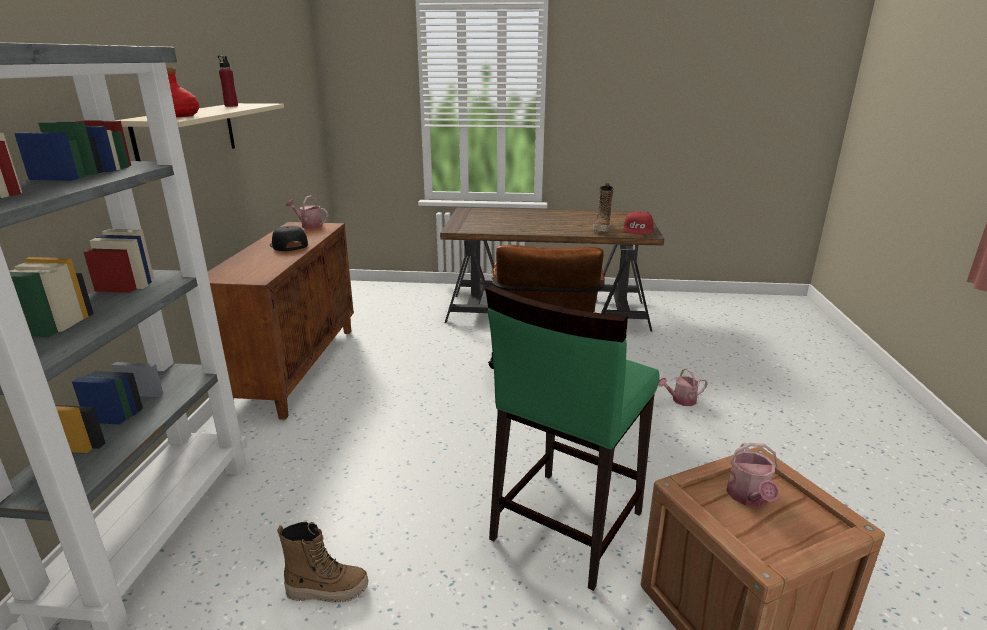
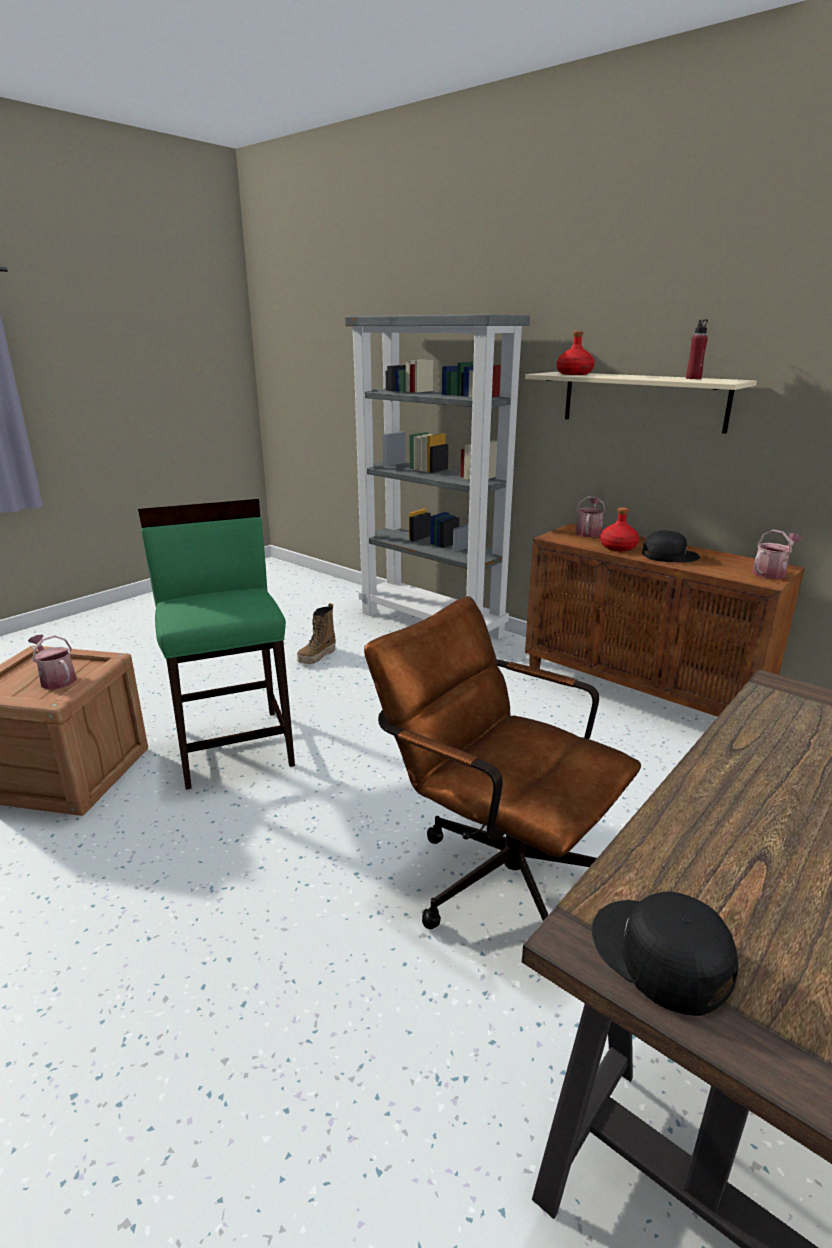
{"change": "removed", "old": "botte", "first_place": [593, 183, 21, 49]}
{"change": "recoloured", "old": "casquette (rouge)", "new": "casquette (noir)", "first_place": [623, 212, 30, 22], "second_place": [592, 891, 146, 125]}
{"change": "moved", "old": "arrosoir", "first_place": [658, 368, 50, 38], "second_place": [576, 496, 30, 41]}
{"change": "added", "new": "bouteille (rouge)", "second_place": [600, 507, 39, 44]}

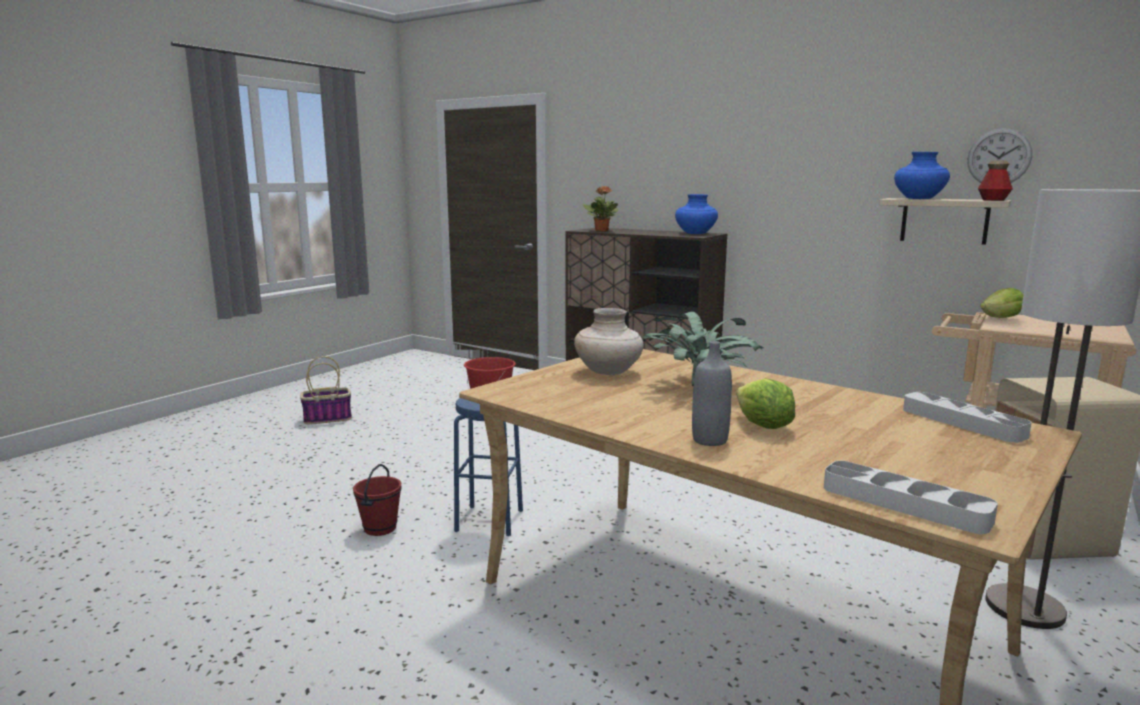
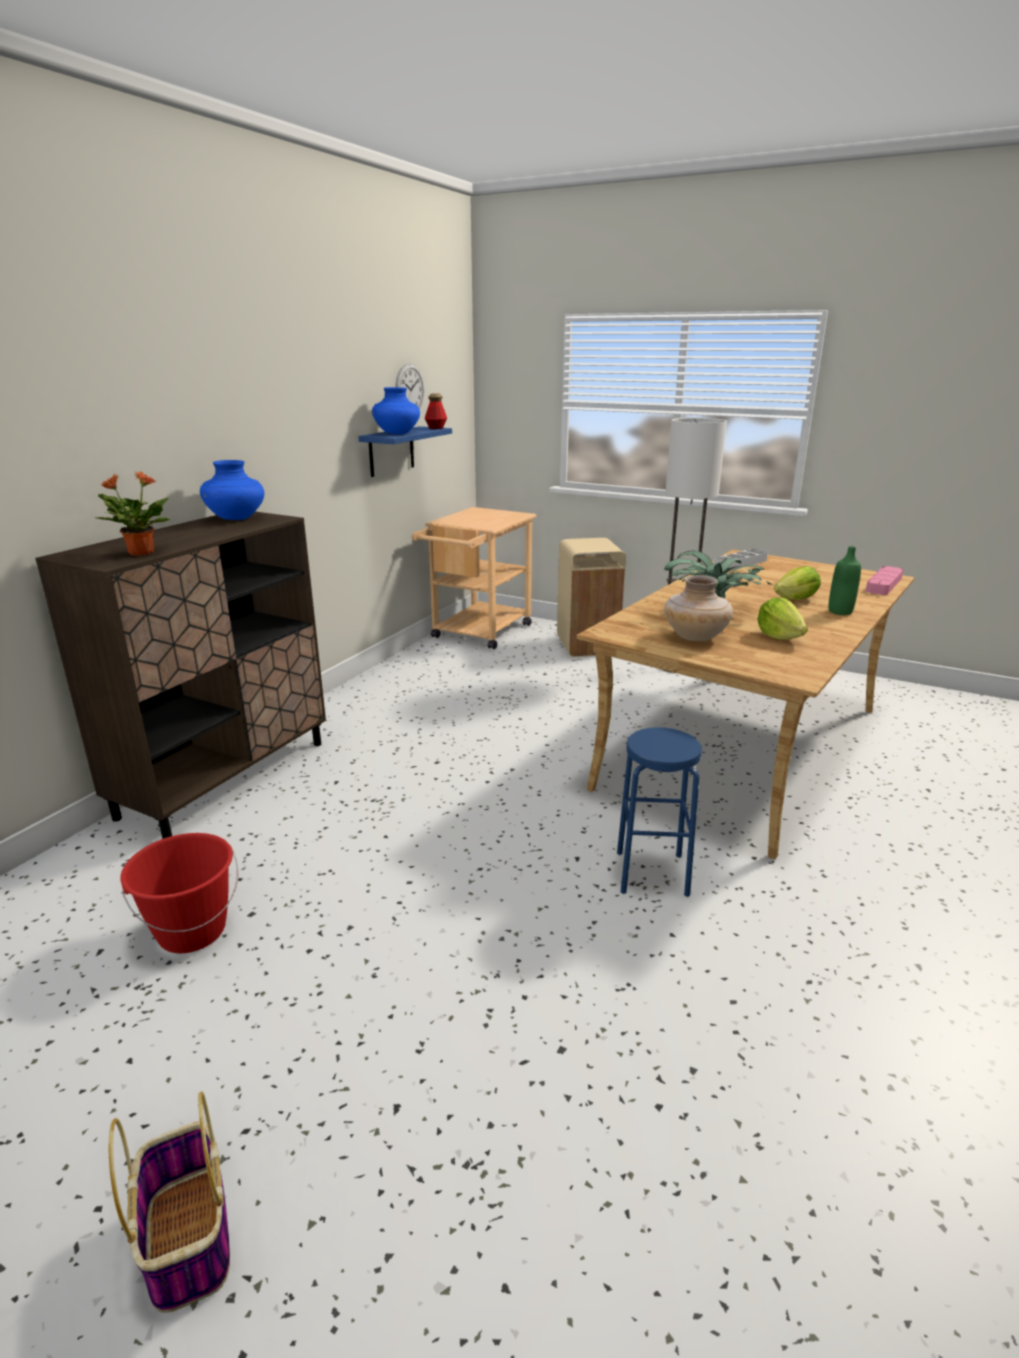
{"change": "recoloured", "old": "étagère (beige)", "new": "étagère (bleu)", "first_place": [879, 198, 132, 47], "second_place": [358, 426, 94, 51]}
{"change": "moved", "old": "laitue", "first_place": [980, 288, 43, 30], "second_place": [757, 597, 51, 43]}
{"change": "recoloured", "old": "bouteille (gris)", "new": "bouteille (vert)", "first_place": [692, 341, 40, 105], "second_place": [828, 546, 33, 69]}
{"change": "recoloured", "old": "plateau (gris)", "new": "plateau (rose)", "first_place": [824, 461, 174, 73], "second_place": [866, 566, 38, 29]}
{"change": "removed", "old": "seau (rouge)", "first_place": [353, 464, 49, 72]}

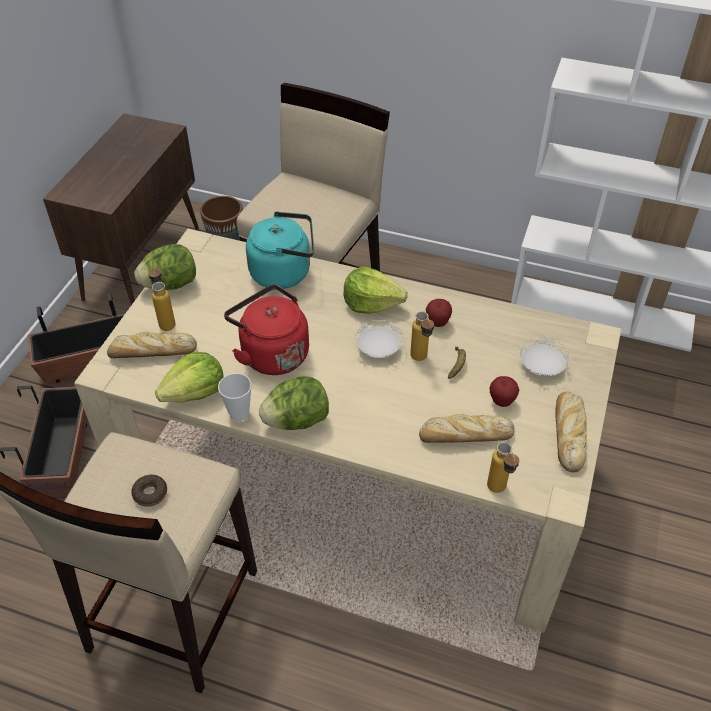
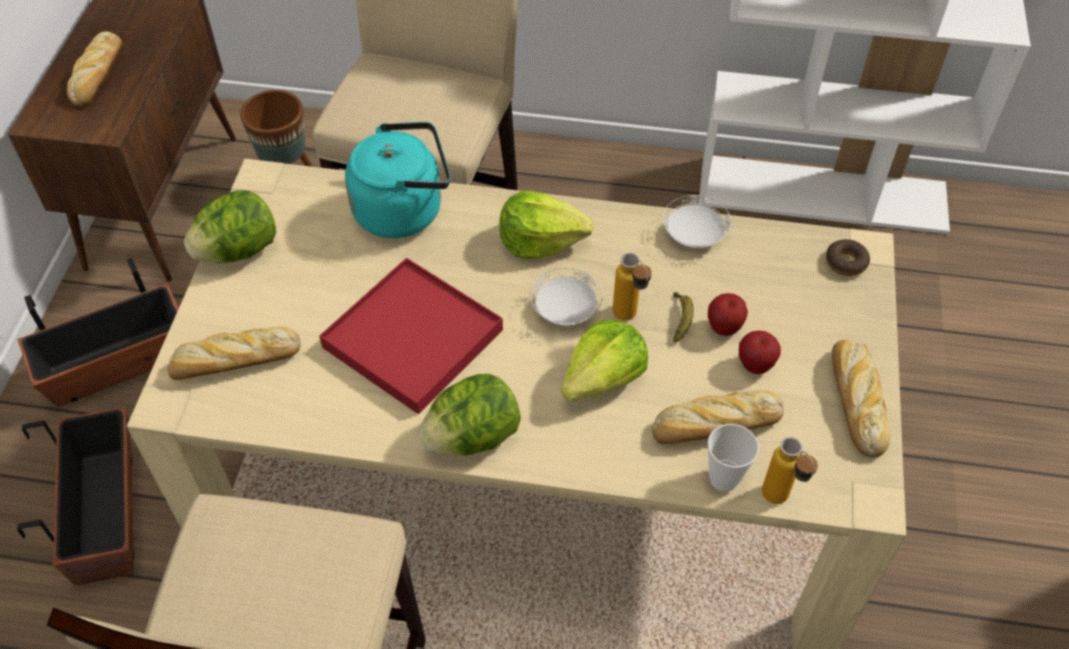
{"change": "removed", "old": "bouteille", "first_place": [148, 265, 28, 66]}
{"change": "replaced", "old": "bouilloire (rouge)", "new": "plateau (rouge)", "first_place": [224, 285, 85, 90], "second_place": [319, 258, 184, 156]}
{"change": "moved", "old": "pomme", "first_place": [426, 299, 26, 28], "second_place": [708, 293, 40, 43]}
{"change": "moved", "old": "assiette (blanc)", "first_place": [519, 337, 52, 39], "second_place": [663, 195, 68, 53]}
{"change": "moved", "old": "laitue", "first_place": [155, 352, 68, 50], "second_place": [560, 320, 88, 81]}
{"change": "moved", "old": "tasse", "first_place": [218, 373, 34, 48], "second_place": [708, 424, 51, 68]}
{"change": "moved", "old": "beignet", "first_place": [131, 475, 36, 32], "second_place": [826, 239, 44, 37]}
{"change": "added", "new": "pain", "second_place": [67, 32, 55, 74]}

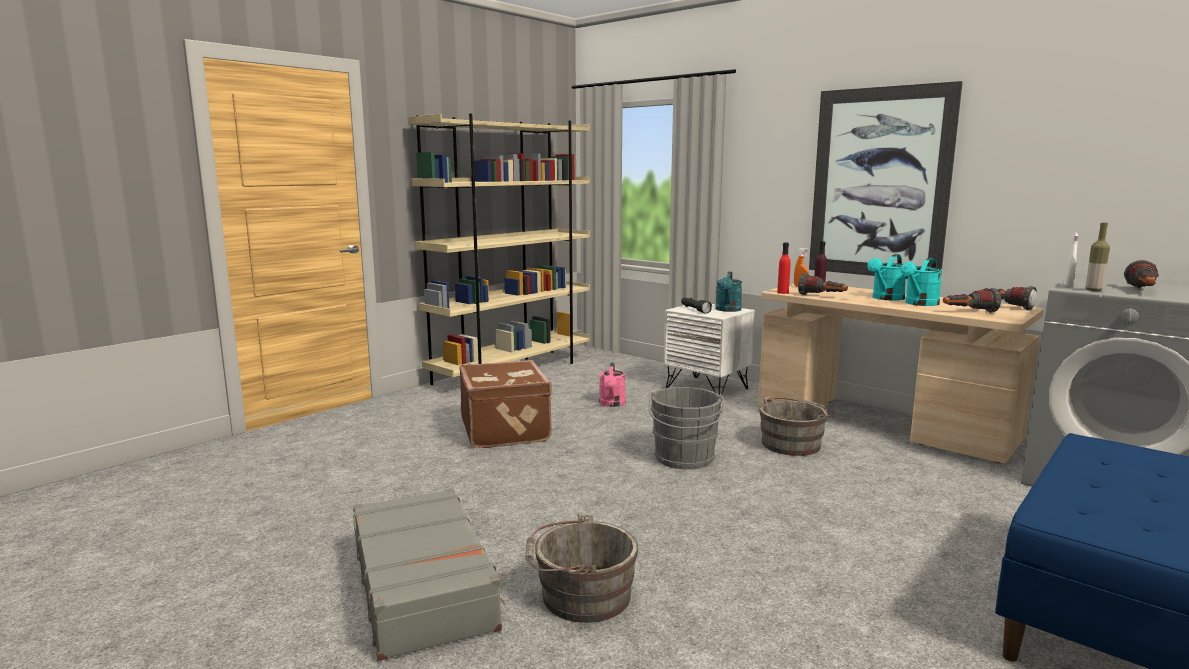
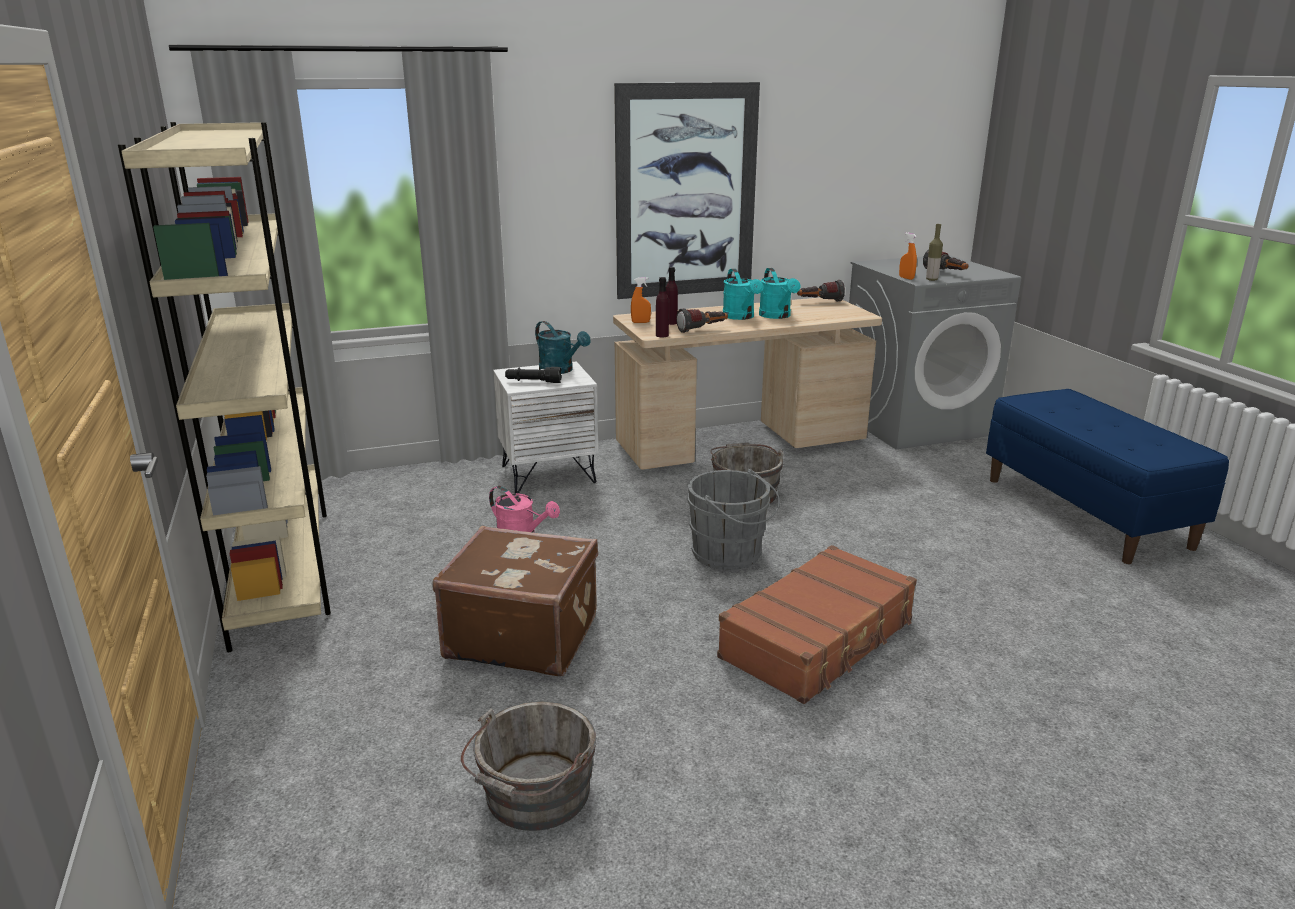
{"change": "recoloured", "old": "vaporisateur (blanc)", "new": "vaporisateur (orange)", "first_place": [1064, 232, 14, 55], "second_place": [899, 233, 18, 47]}
{"change": "recoloured", "old": "bouteille (rouge)", "new": "bouteille (violet)", "first_place": [777, 243, 13, 51], "second_place": [656, 277, 13, 60]}
{"change": "removed", "old": "lampe de poche", "first_place": [943, 288, 58, 24]}
{"change": "removed", "old": "valise (gris)", "first_place": [353, 488, 152, 173]}
{"change": "moved", "old": "seau (gris)", "first_place": [525, 513, 113, 110], "second_place": [461, 701, 135, 130]}
{"change": "added", "new": "valise (marron)", "second_place": [717, 545, 200, 159]}

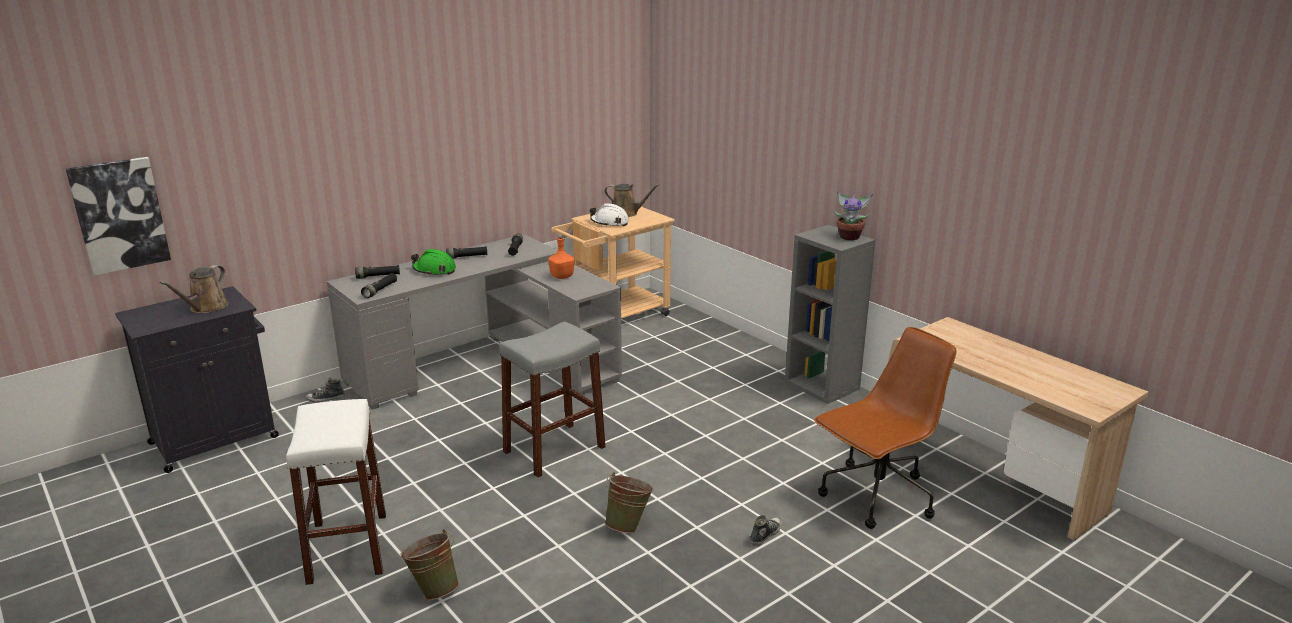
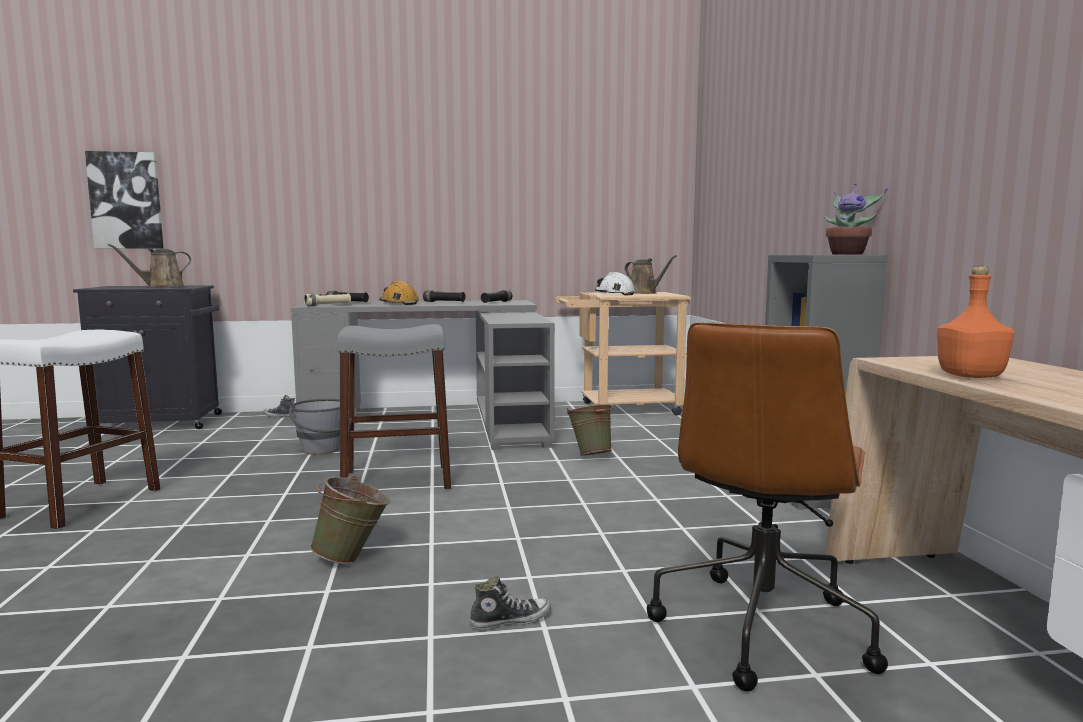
{"change": "moved", "old": "bouteille (orange)", "first_place": [548, 234, 27, 45], "second_place": [937, 266, 77, 112]}
{"change": "recoloured", "old": "casque de chantier (vert)", "new": "casque de chantier (orange)", "first_place": [411, 249, 45, 27], "second_place": [379, 281, 40, 24]}
{"change": "recoloured", "old": "lampe de poche (noir)", "new": "lampe de poche (beige)", "first_place": [361, 273, 36, 25], "second_place": [304, 293, 47, 13]}
{"change": "turned", "old": "chaise de bureau (marron)", "first_place": [814, 327, 143, 202], "second_place": [647, 322, 241, 370], "degrees": 120}
{"change": "moved", "old": "seau (vert)", "first_place": [400, 529, 59, 71], "second_place": [567, 404, 47, 52]}
{"change": "added", "new": "seau (gris)", "second_place": [289, 399, 68, 56]}

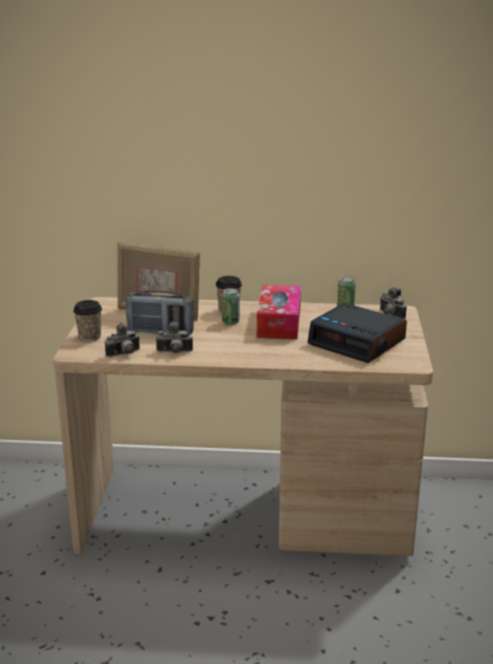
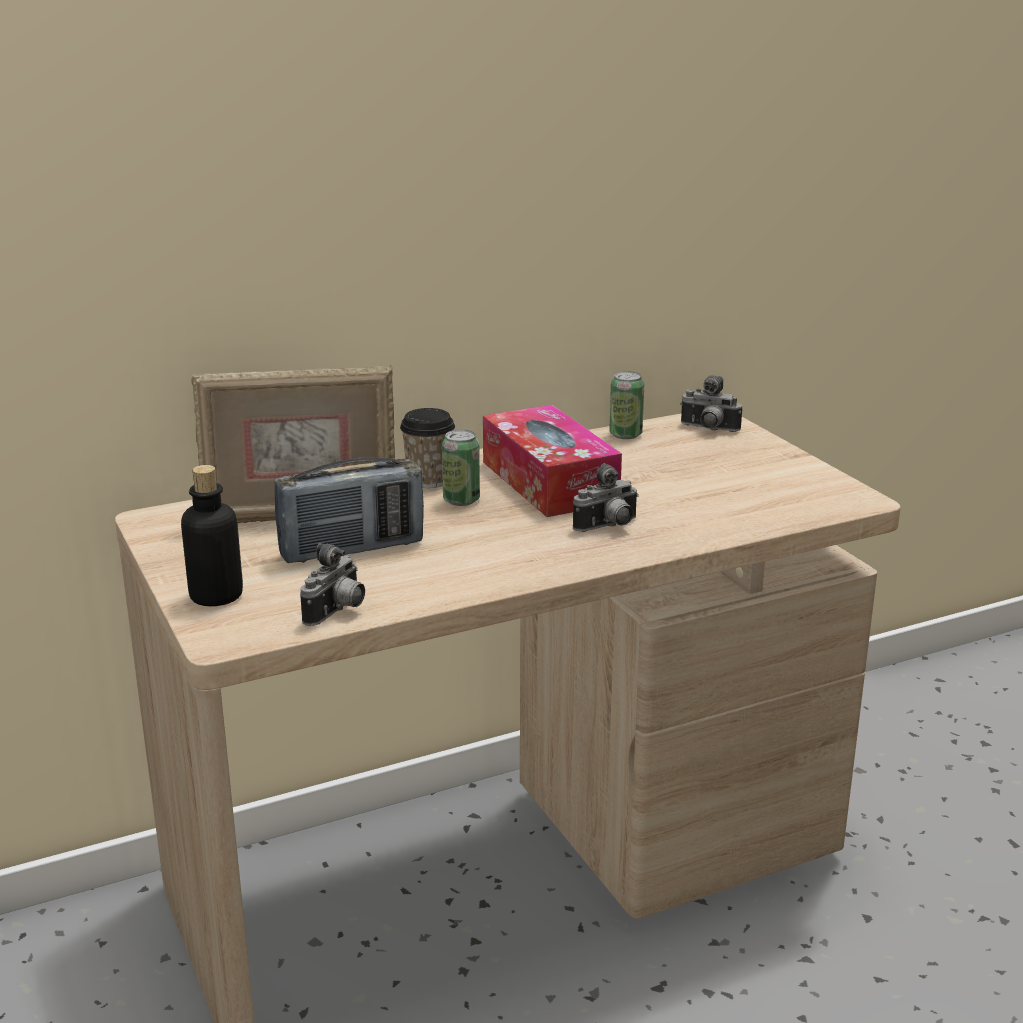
{"change": "replaced", "old": "tasse", "new": "bouteille", "first_place": [73, 300, 29, 42], "second_place": [181, 465, 62, 141]}
{"change": "removed", "old": "réveil", "first_place": [307, 303, 100, 60]}
{"change": "moved", "old": "appareil photo", "first_place": [156, 321, 37, 32], "second_place": [573, 463, 66, 69]}

